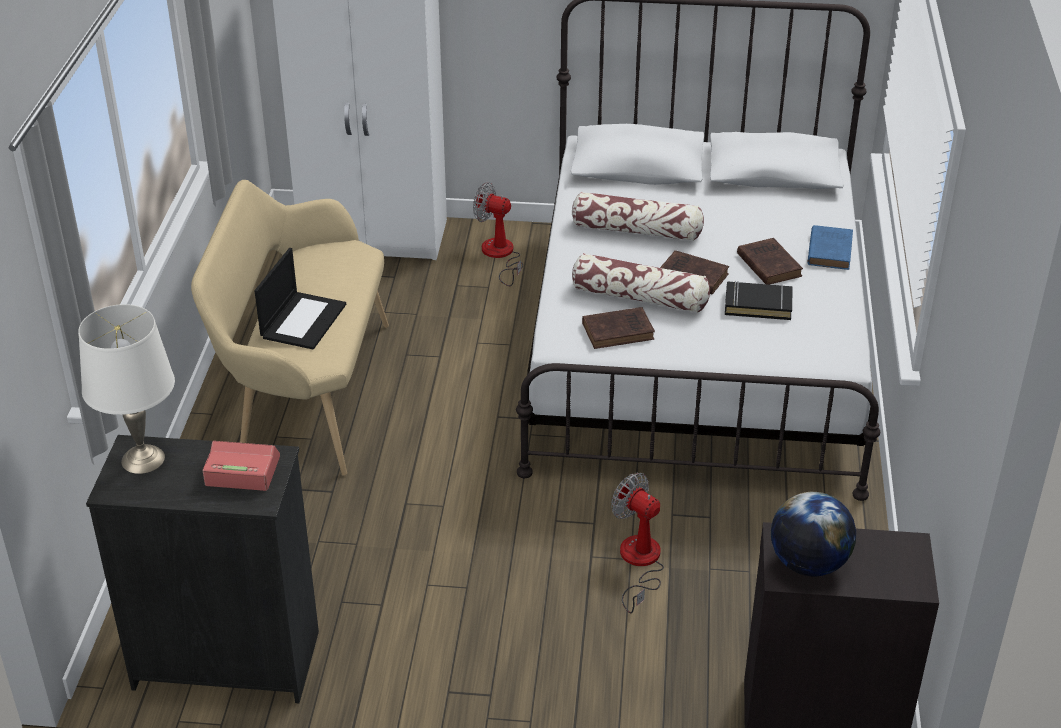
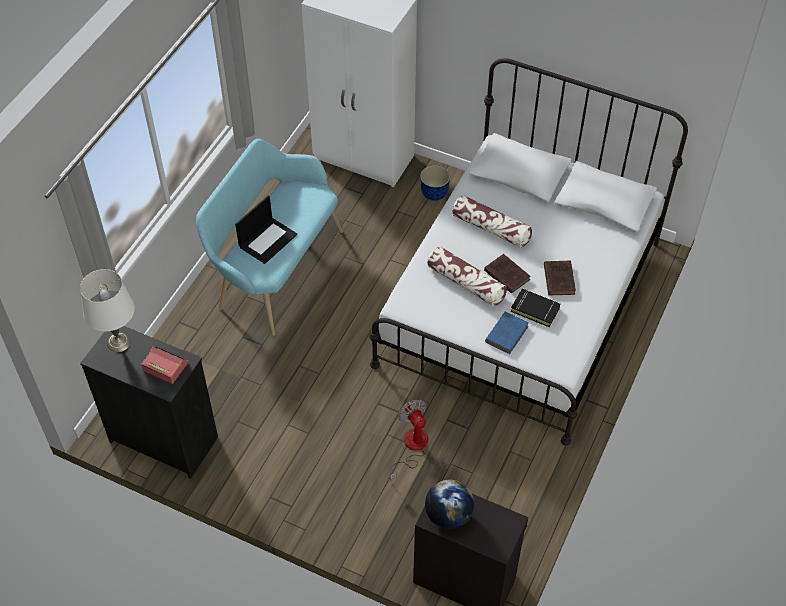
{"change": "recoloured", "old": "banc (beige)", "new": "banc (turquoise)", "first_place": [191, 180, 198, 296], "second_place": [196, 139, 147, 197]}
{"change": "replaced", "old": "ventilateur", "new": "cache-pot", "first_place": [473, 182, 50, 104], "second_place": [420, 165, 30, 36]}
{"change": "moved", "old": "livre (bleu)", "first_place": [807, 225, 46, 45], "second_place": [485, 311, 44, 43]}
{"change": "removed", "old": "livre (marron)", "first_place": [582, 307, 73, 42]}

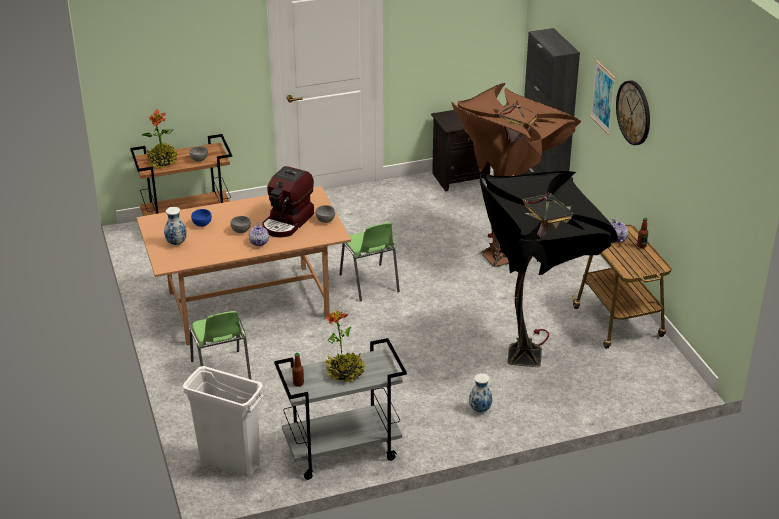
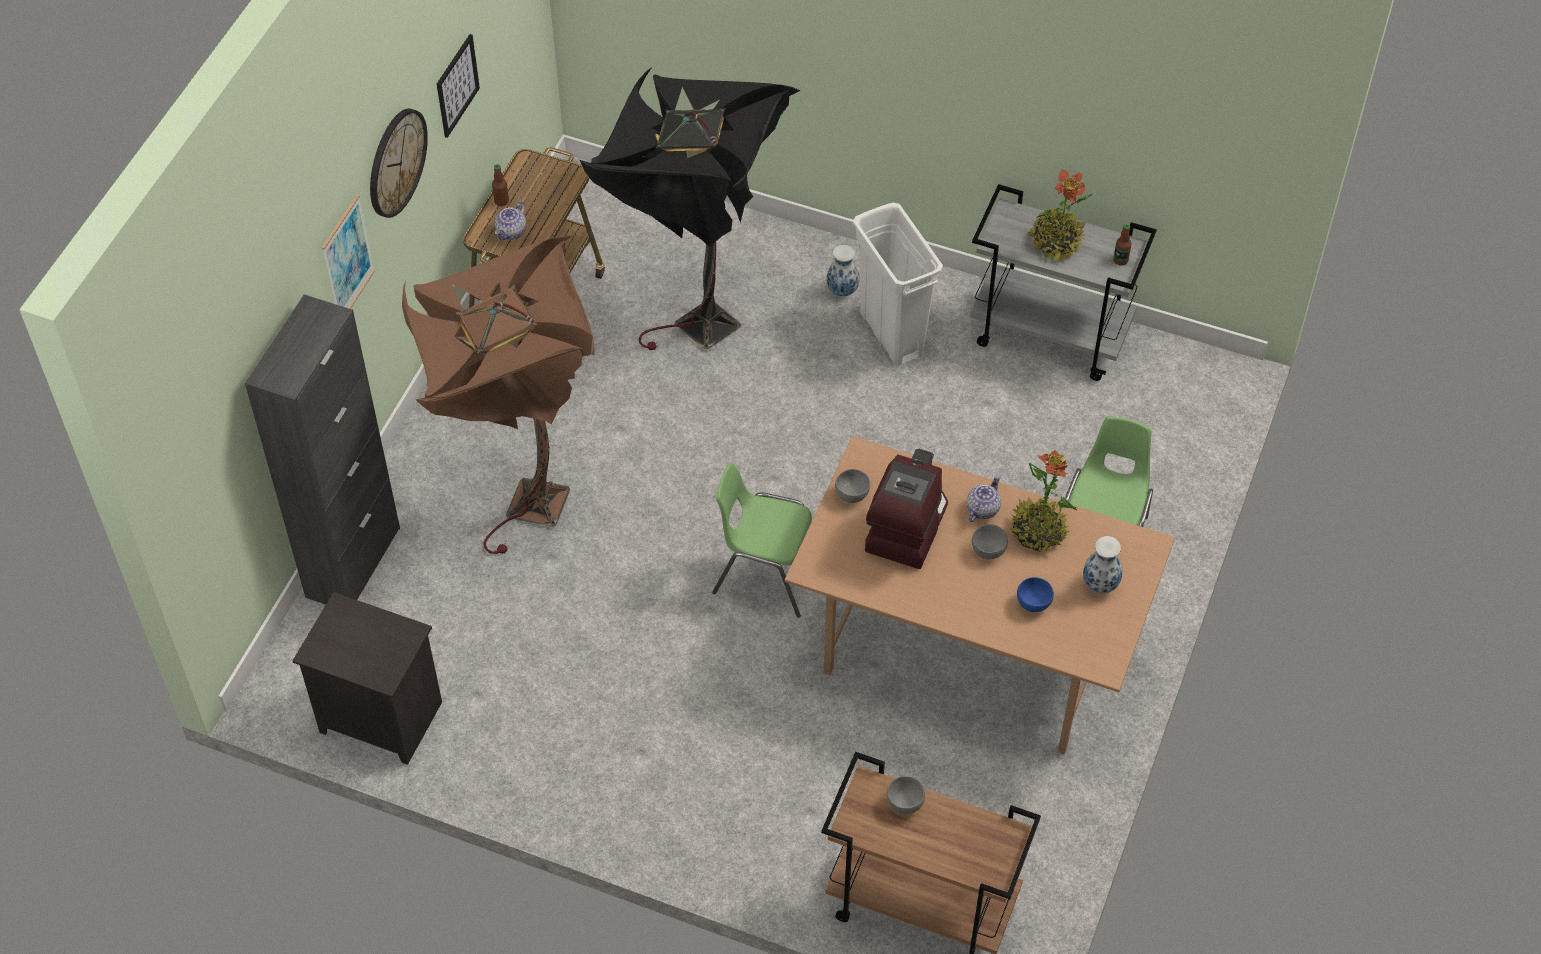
{"change": "moved", "old": "plante en pot", "first_place": [141, 109, 37, 60], "second_place": [1010, 450, 67, 102]}
{"change": "turned", "old": "machine à café", "first_place": [262, 166, 52, 71], "second_place": [865, 448, 83, 121], "degrees": -45}
{"change": "turned", "old": "chaise (vert)", "first_place": [339, 222, 61, 80], "second_place": [712, 462, 100, 156], "degrees": -90}
{"change": "moved", "old": "poubelle (blanc)", "first_place": [183, 366, 81, 111], "second_place": [853, 203, 90, 163]}
{"change": "added", "new": "tableau", "second_place": [437, 34, 43, 104]}

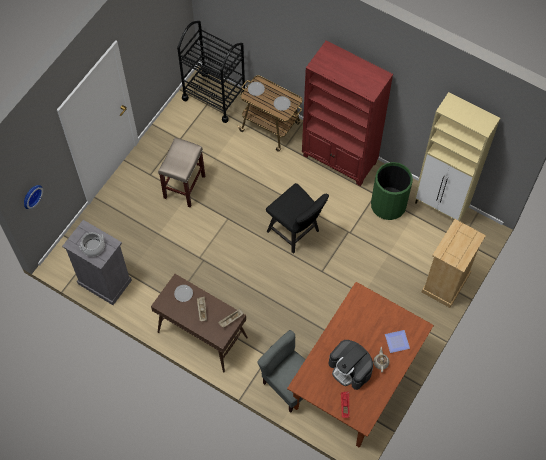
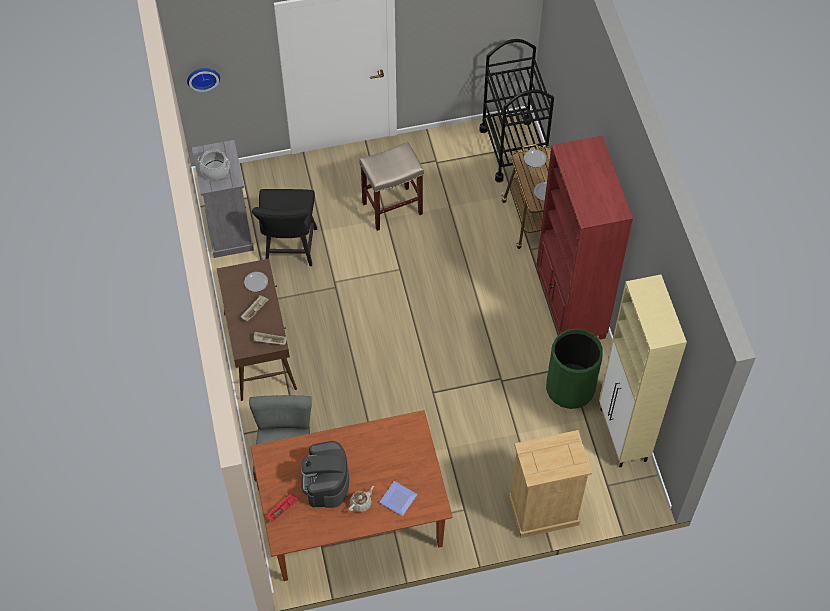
{"change": "moved", "old": "chaise (noir)", "first_place": [266, 183, 63, 71], "second_place": [252, 189, 65, 77]}

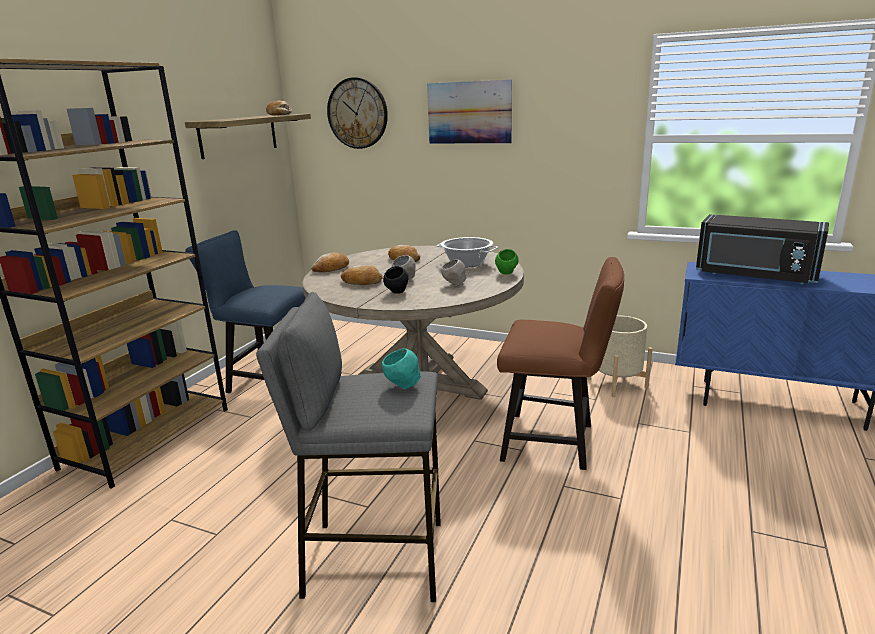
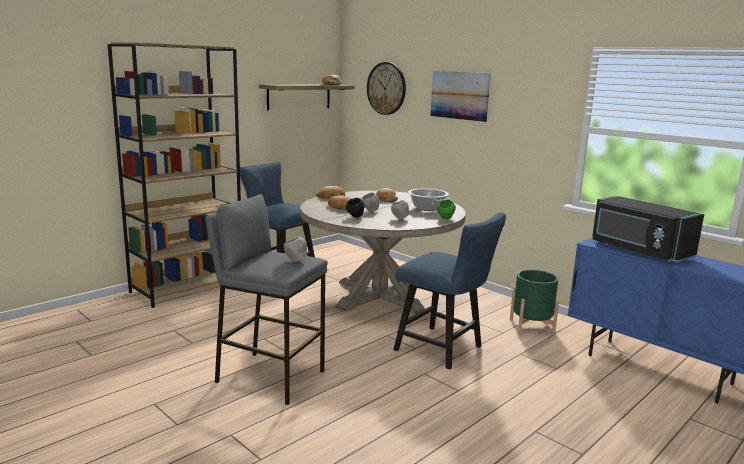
{"change": "recoloured", "old": "chaise (marron)", "new": "chaise (bleu)", "first_place": [497, 257, 127, 213], "second_place": [393, 212, 113, 157]}
{"change": "recoloured", "old": "cache-pot (beige)", "new": "cache-pot (vert)", "first_place": [587, 315, 65, 82], "second_place": [510, 270, 49, 65]}
{"change": "recoloured", "old": "bol (turquoise)", "new": "bol (gris)", "first_place": [382, 348, 40, 41], "second_place": [284, 236, 23, 26]}

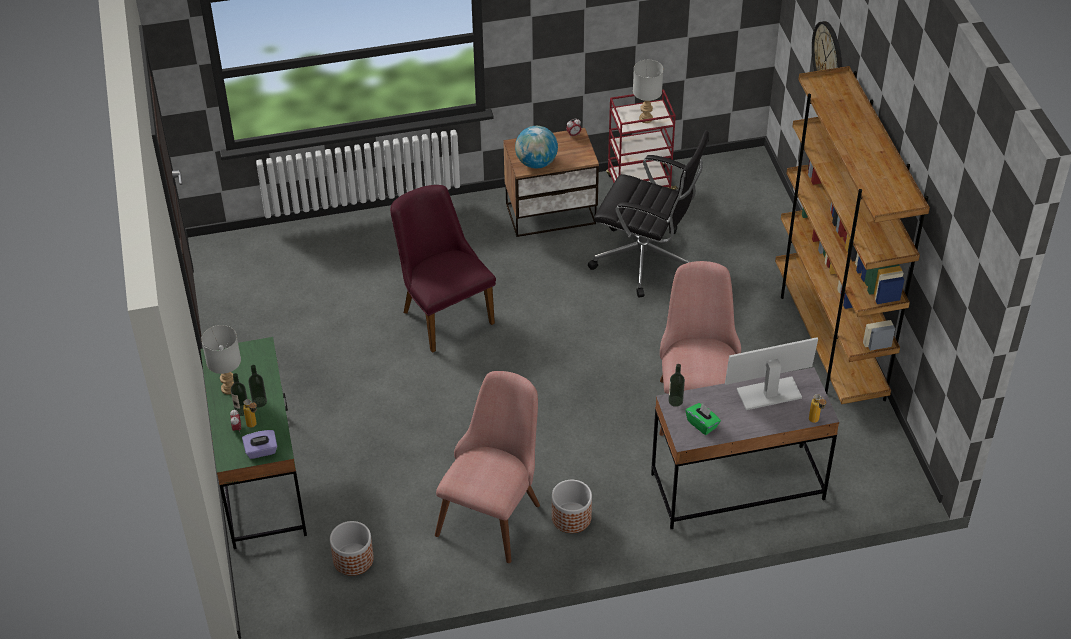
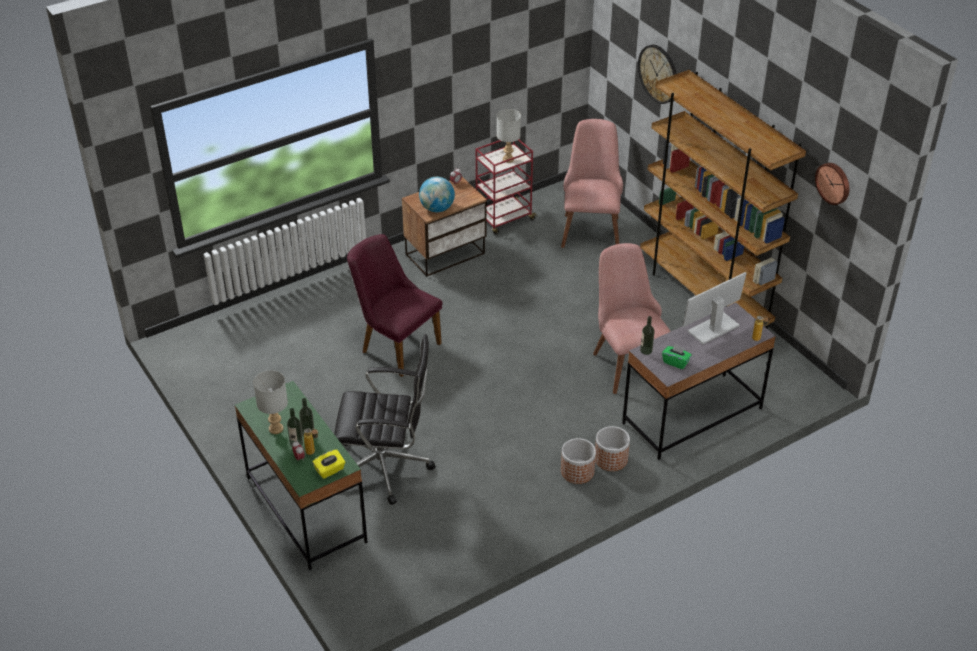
{"change": "moved", "old": "chaise de bureau (noir)", "first_place": [588, 130, 121, 168], "second_place": [334, 334, 102, 171]}
{"change": "moved", "old": "chaise (rose)", "first_place": [435, 371, 105, 192], "second_place": [561, 119, 62, 129]}
{"change": "recoloured", "old": "boîte à mouchoirs (violet)", "new": "boîte à mouchoirs (jaune)", "first_place": [242, 430, 35, 29], "second_place": [312, 449, 33, 30]}
{"change": "moved", "old": "cache-pot", "first_place": [330, 521, 44, 55], "second_place": [595, 426, 35, 45]}
{"change": "added", "new": "horloge murale", "second_place": [815, 163, 34, 42]}

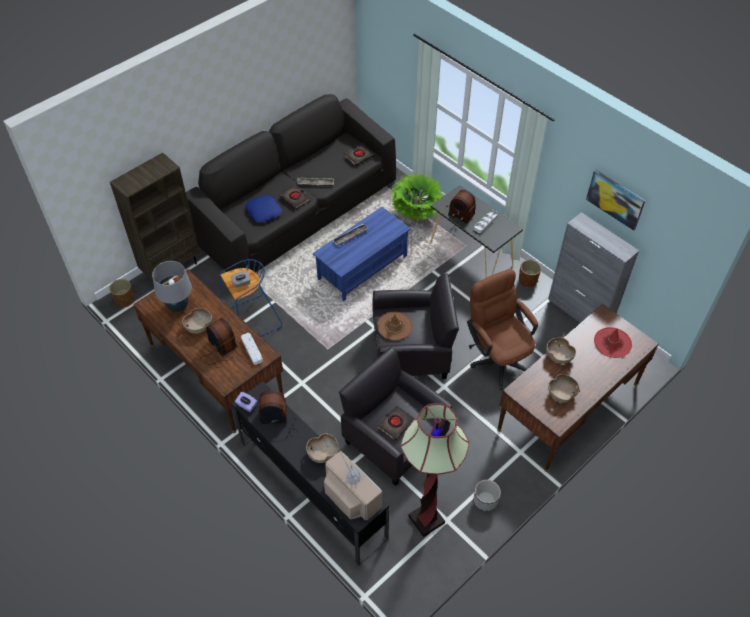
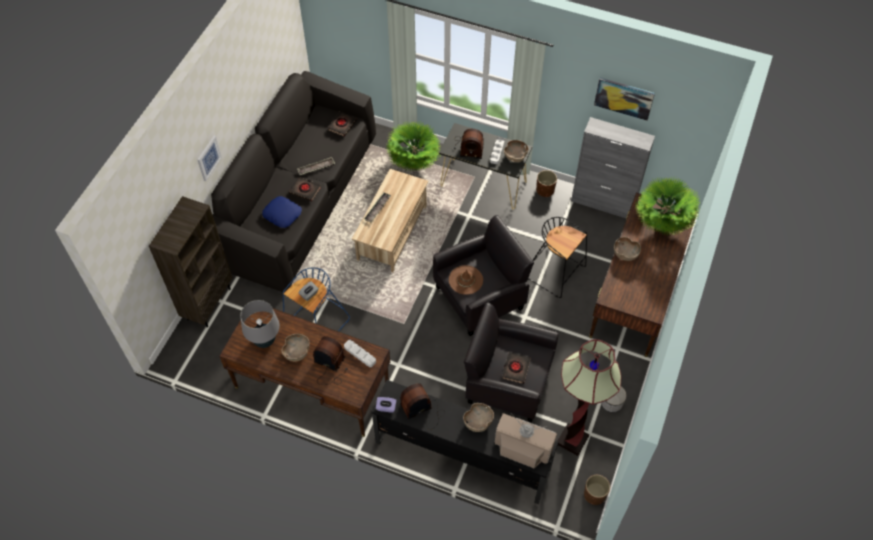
{"change": "recoloured", "old": "table basse (bleu)", "new": "table basse (beige)", "first_place": [313, 207, 98, 94], "second_place": [352, 169, 76, 103]}
{"change": "replaced", "old": "chaise de bureau (marron)", "new": "tabouret (noir)", "first_place": [467, 269, 71, 121], "second_place": [528, 217, 59, 81]}
{"change": "moved", "old": "cache-pot (marron)", "first_place": [109, 279, 25, 29], "second_place": [584, 475, 26, 30]}
{"change": "replaced", "old": "chapeau (rouge)", "new": "plante en pot", "first_place": [594, 327, 38, 31], "second_place": [634, 176, 66, 60]}
{"change": "moved", "old": "bol (marron)", "first_place": [548, 374, 32, 29], "second_place": [504, 140, 25, 22]}
{"change": "added", "new": "tableau", "second_place": [197, 136, 25, 45]}

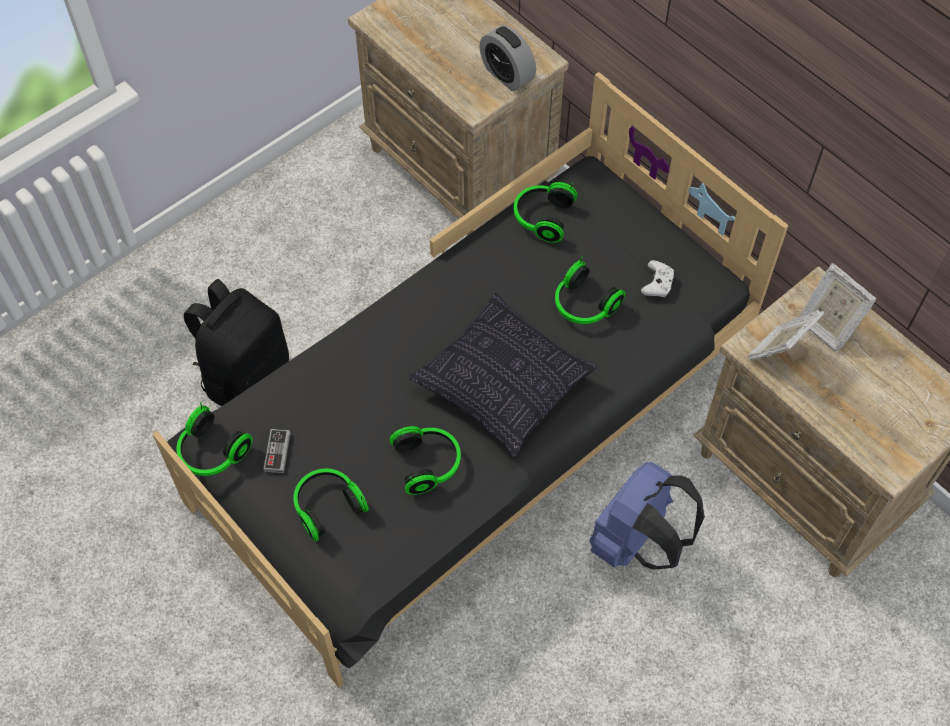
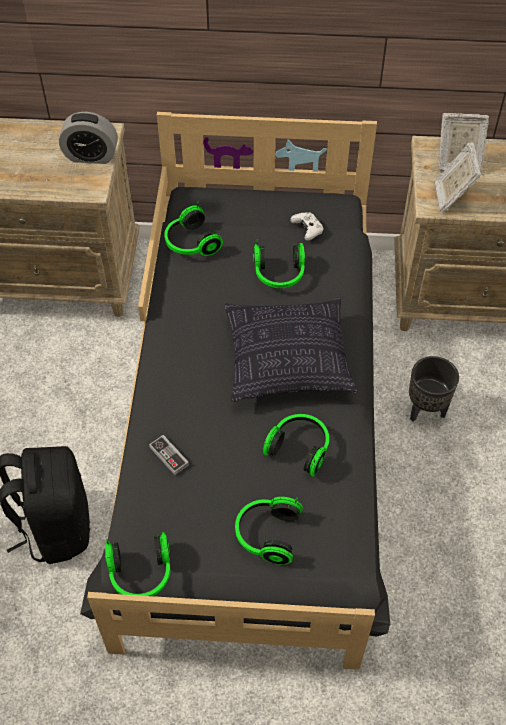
{"change": "moved", "old": "manette", "first_place": [264, 429, 27, 44], "second_place": [149, 435, 40, 40]}
{"change": "replaced", "old": "sac à dos (bleu)", "new": "cache-pot (noir)", "first_place": [590, 462, 115, 108], "second_place": [409, 356, 50, 65]}

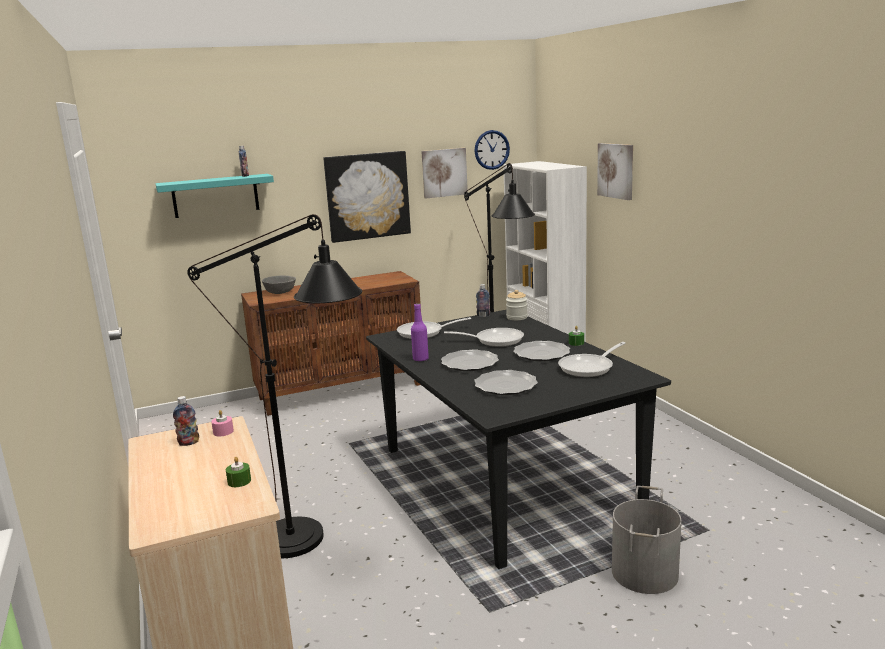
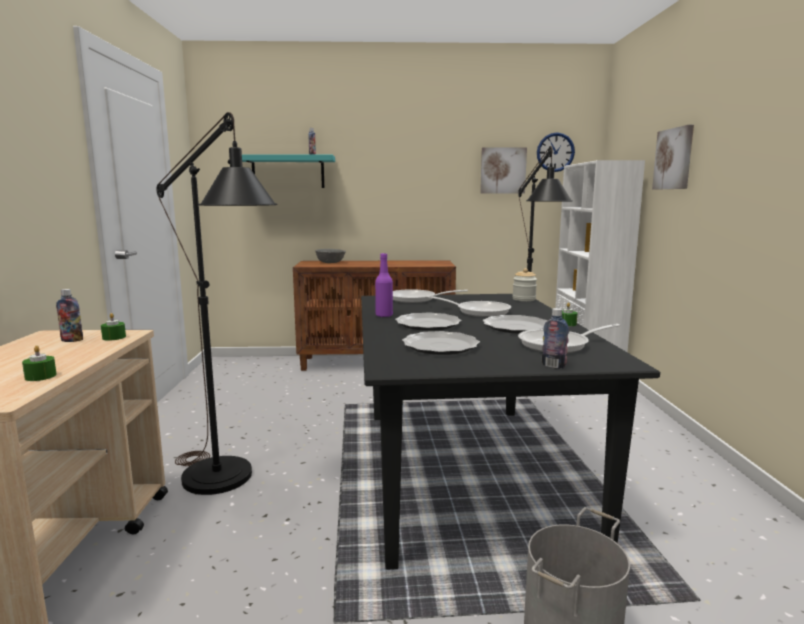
{"change": "removed", "old": "tableau", "first_place": [323, 151, 88, 92]}
{"change": "moved", "old": "bouteille", "first_place": [476, 284, 14, 33], "second_place": [542, 308, 27, 61]}
{"change": "recoloured", "old": "bougie (rose)", "new": "bougie (vert)", "first_place": [211, 410, 23, 26], "second_place": [101, 313, 25, 28]}

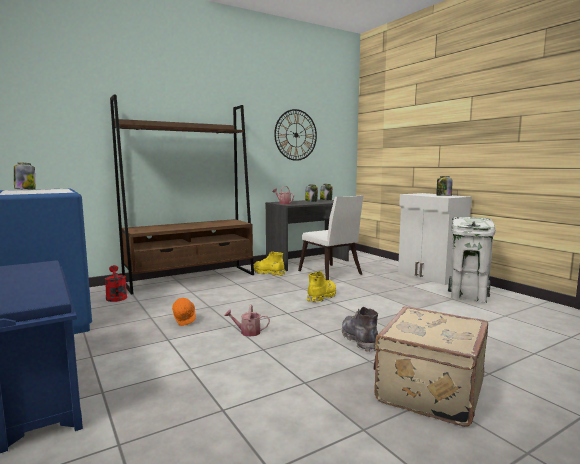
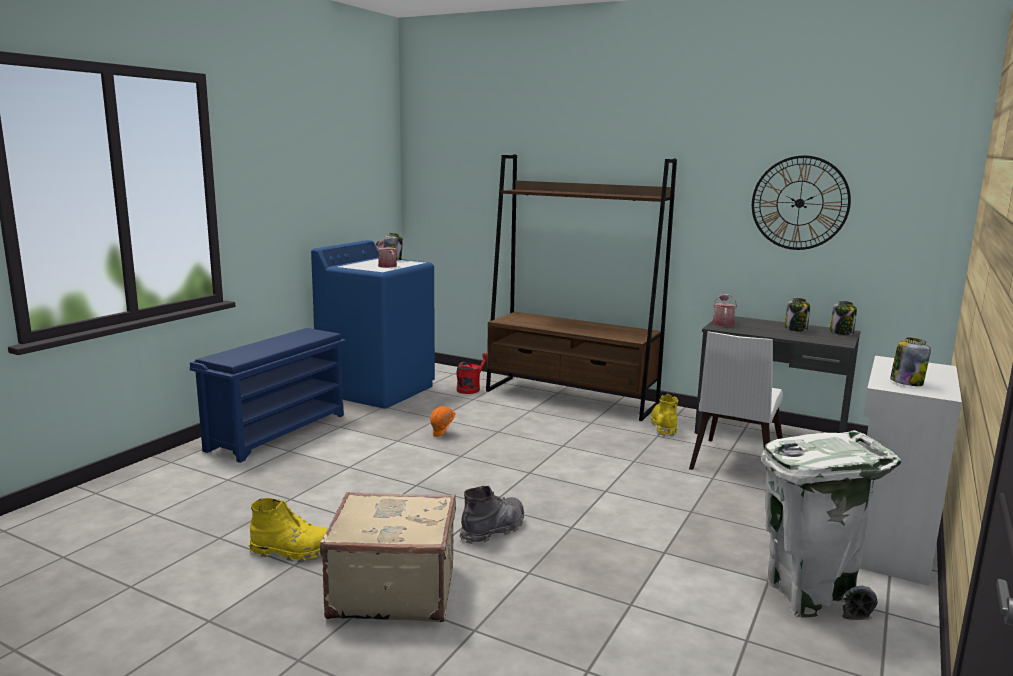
{"change": "moved", "old": "botte (jaune)", "first_place": [307, 271, 29, 32], "second_place": [249, 498, 79, 64]}
{"change": "moved", "old": "arrosoir", "first_place": [224, 304, 46, 33], "second_place": [376, 238, 21, 30]}

